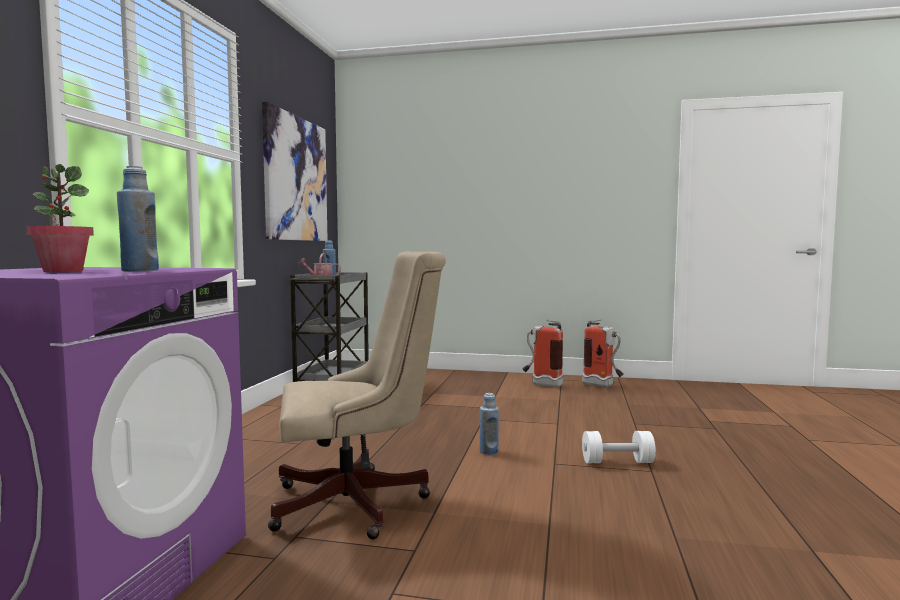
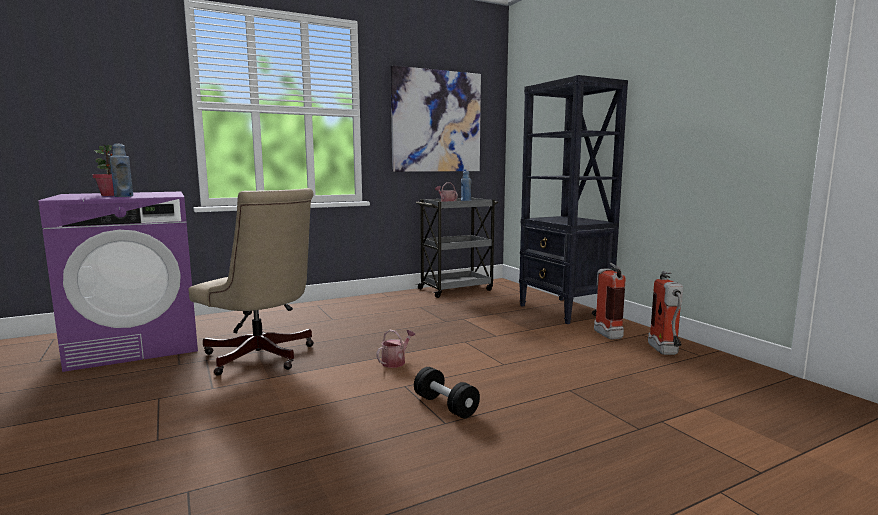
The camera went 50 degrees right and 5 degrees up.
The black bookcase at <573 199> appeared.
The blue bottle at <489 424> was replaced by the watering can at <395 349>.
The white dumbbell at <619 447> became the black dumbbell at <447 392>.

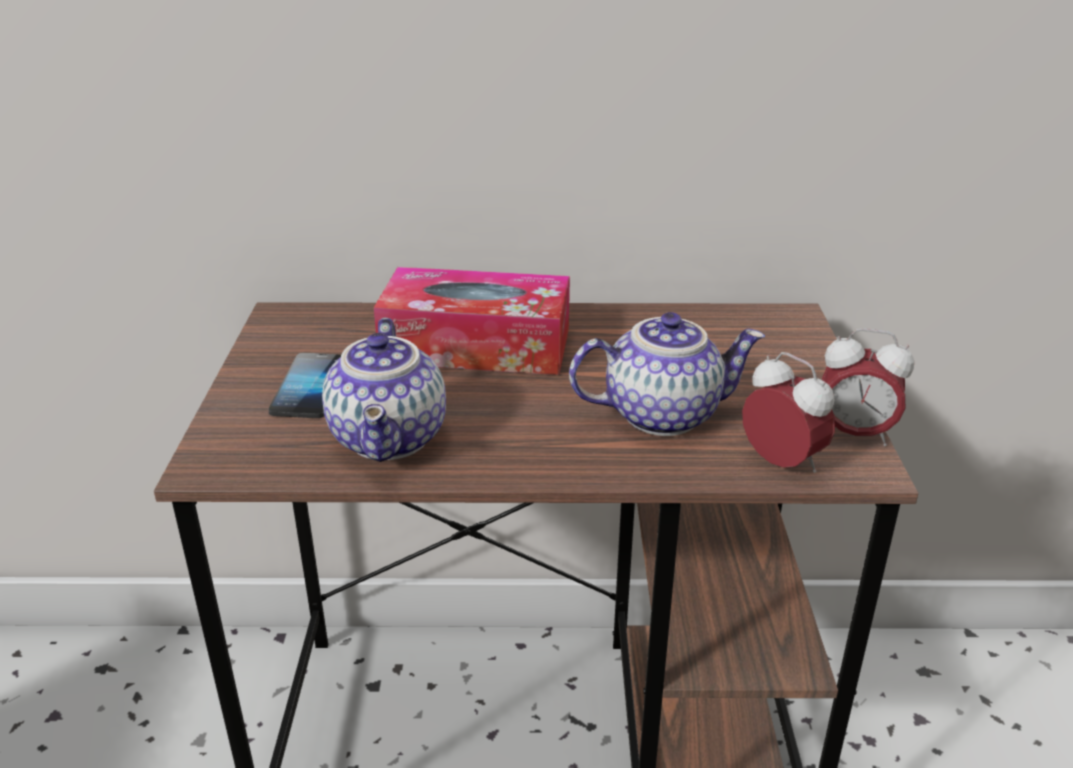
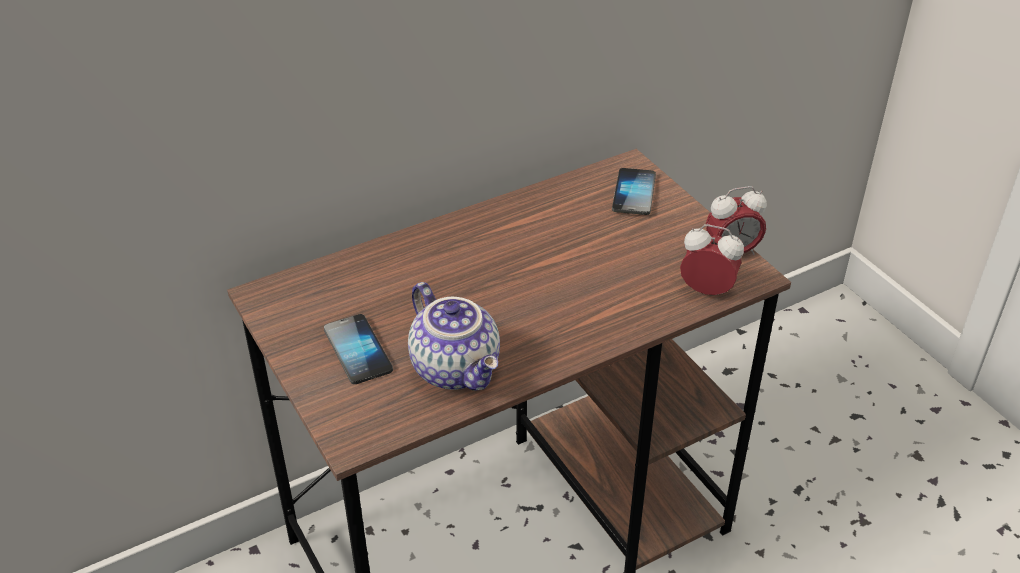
The camera went 30 degrees left and 10 degrees up.
The tissue box at <472 321> disappeared.
The teapot at <667 374> disappeared.
The phone at <634 191> appeared.

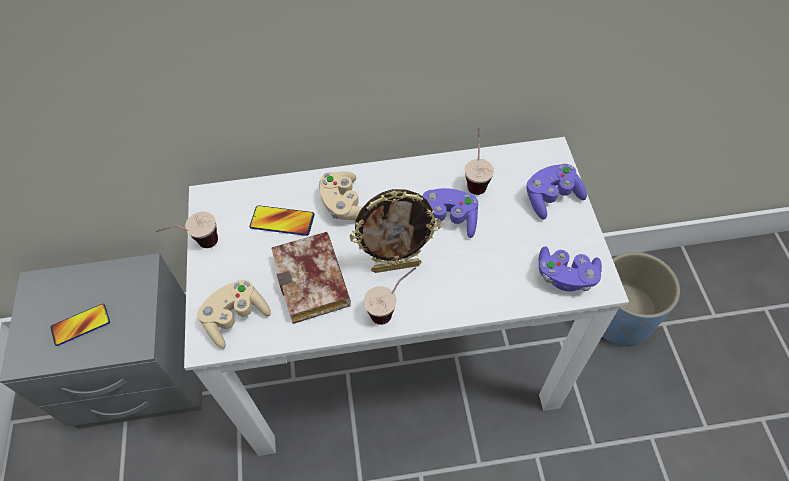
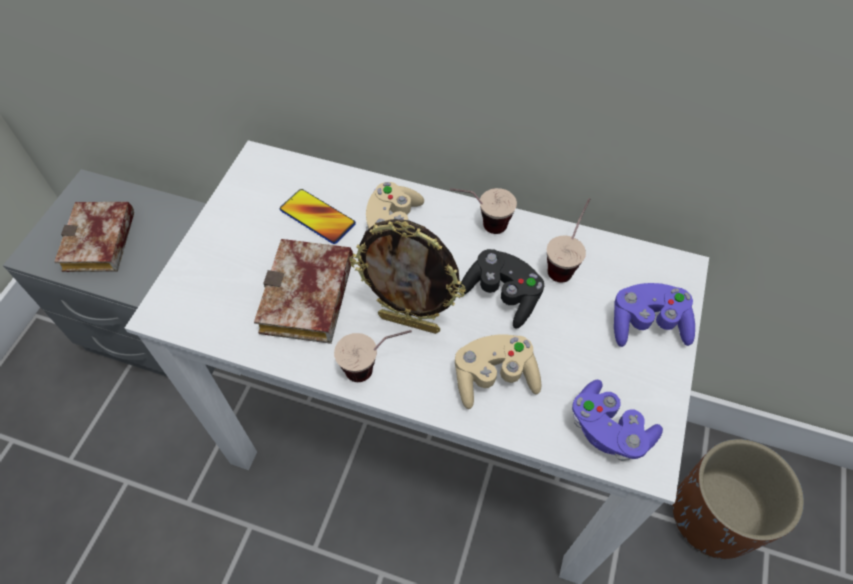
The camera went 25 degrees right and 0 degrees up.
The cup moved from <186 230> to <483 211>.
The beige game controller moved from <234 314> to <498 371>.
The phone at <80 325> was replaced by the book at <94 237>.
The purple game controller at <450 213> became the black game controller at <501 289>.
The blue planter at <641 299> became the brown planter at <738 499>.

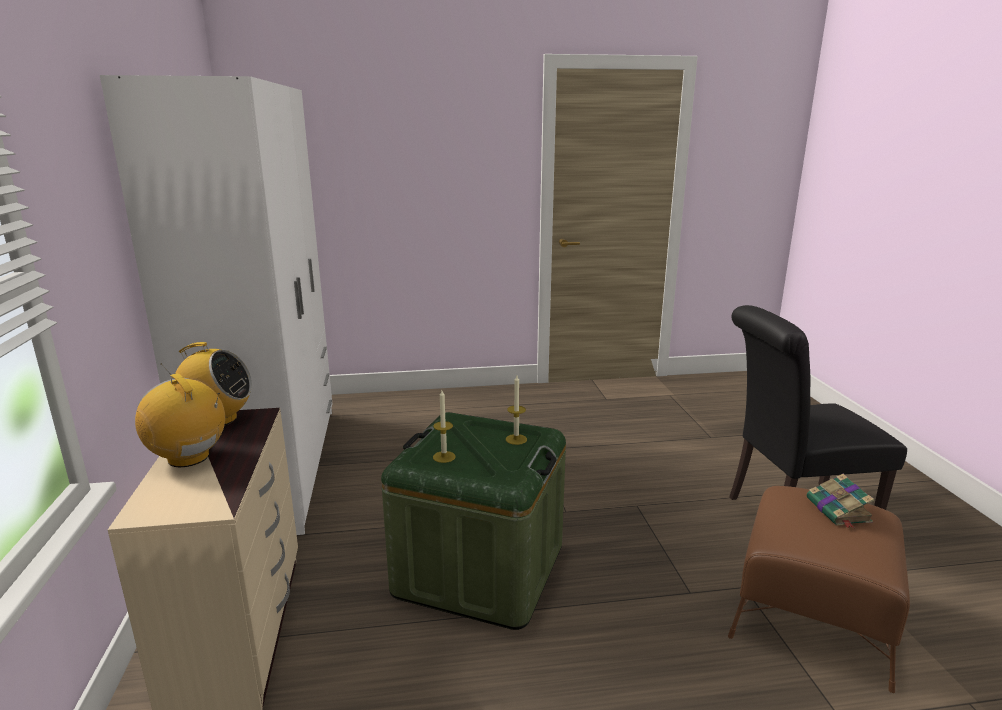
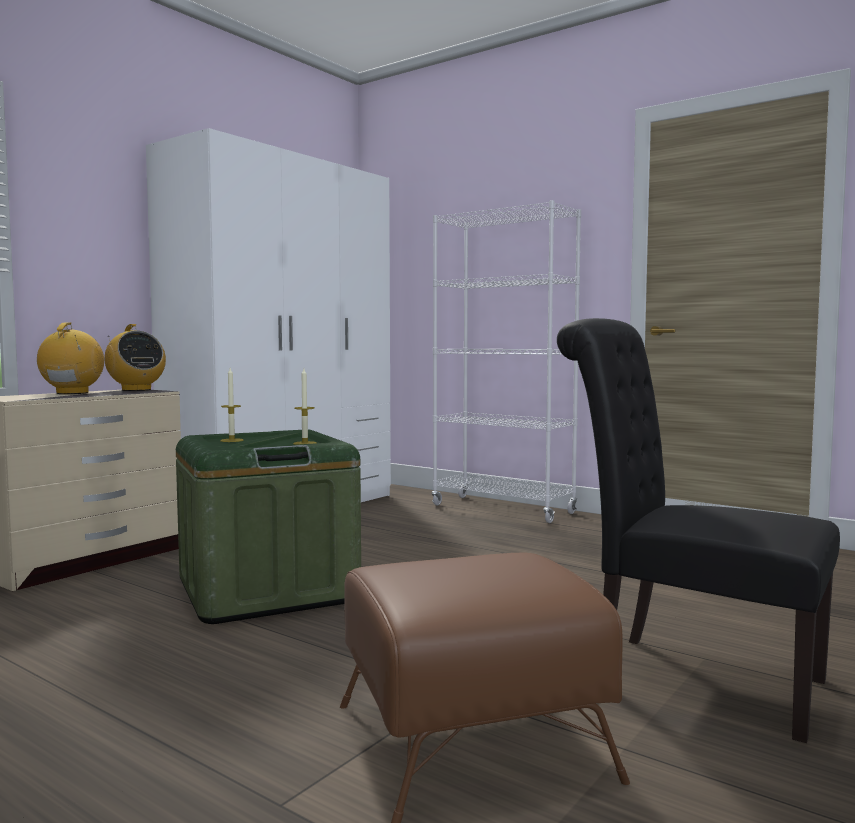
The camera went 45 degrees right and 15 degrees down.
The book at <840 501> disappeared.
The white bookcase at <506 361> appeared.

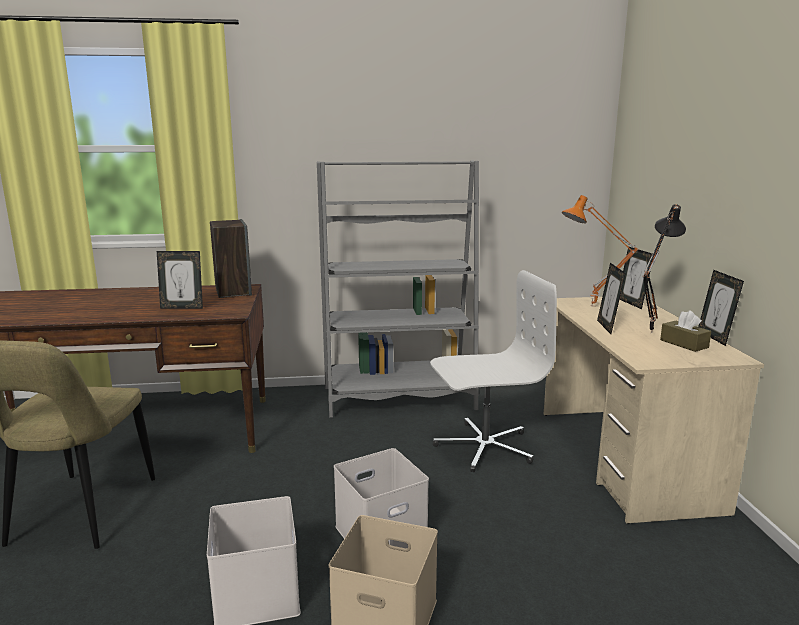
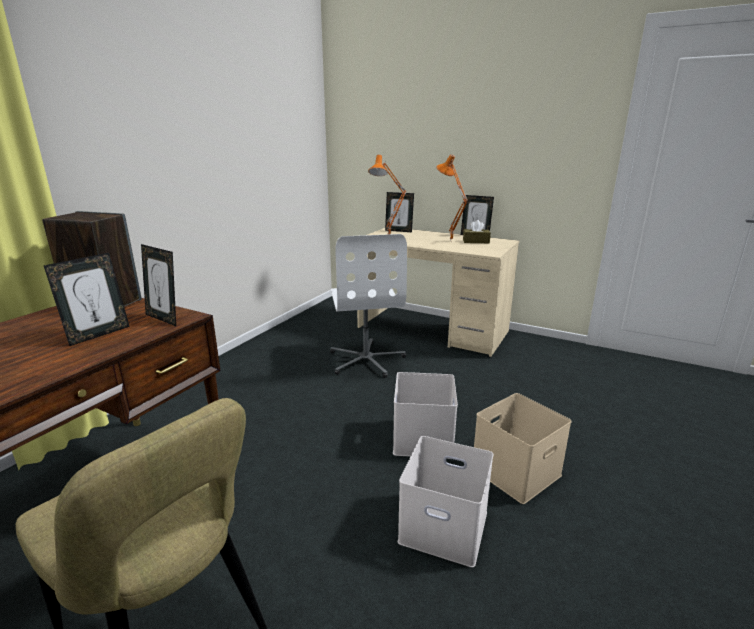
The camera went 55 degrees left and 5 degrees up.
The grey bookcase at <398 289> disappeared.
The picture frame moved from <611 298> to <158 285>.
The black table lamp at <664 268> became the orange table lamp at <452 197>.
The white office chair at <493 371> turned 150 degrees clockwise.

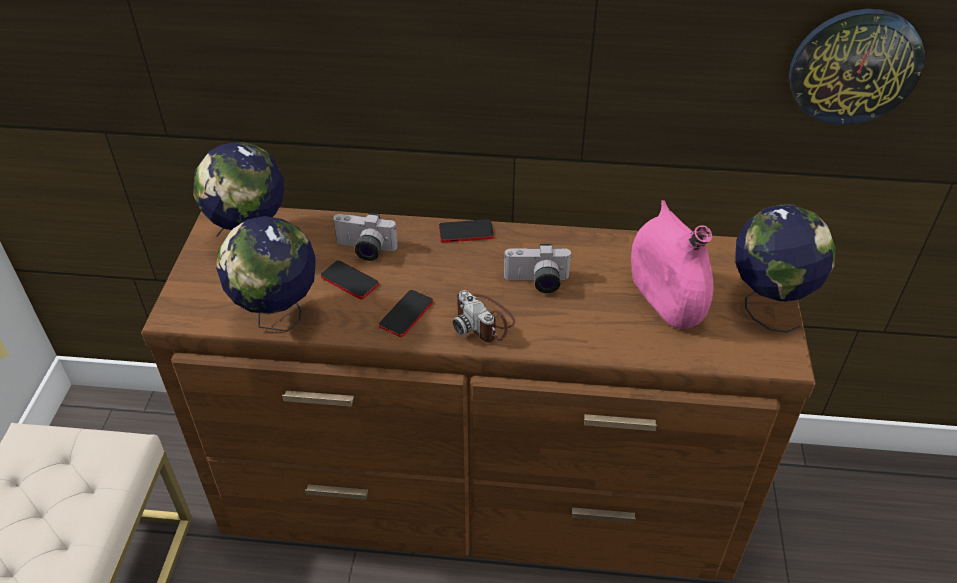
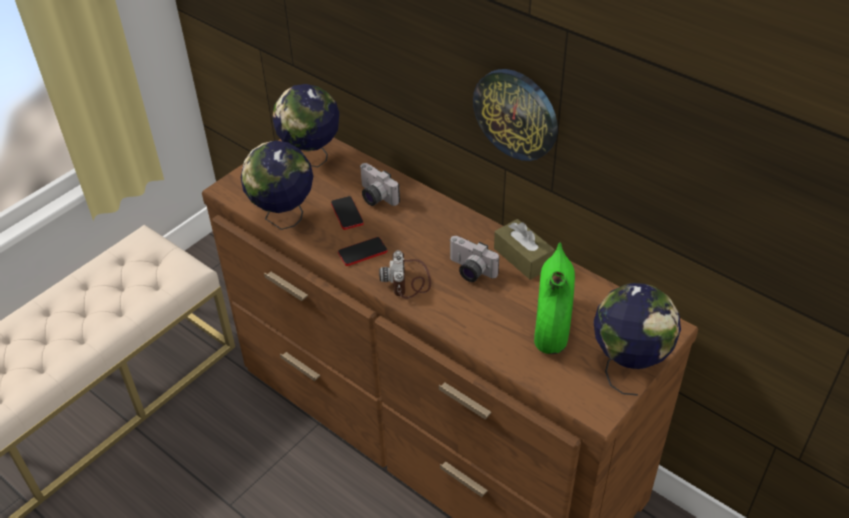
The camera went 35 degrees right and 0 degrees up.
The phone at <466 231> disappeared.
The brown tissue box at <524 249> appeared.
The wall clock moved from <857 67> to <515 115>.
The pink vase at <672 264> became the green vase at <554 298>.

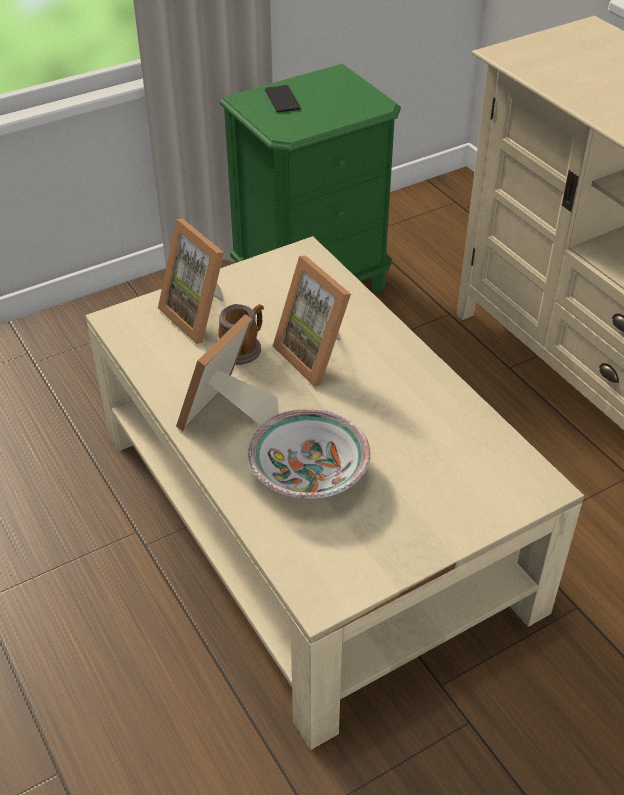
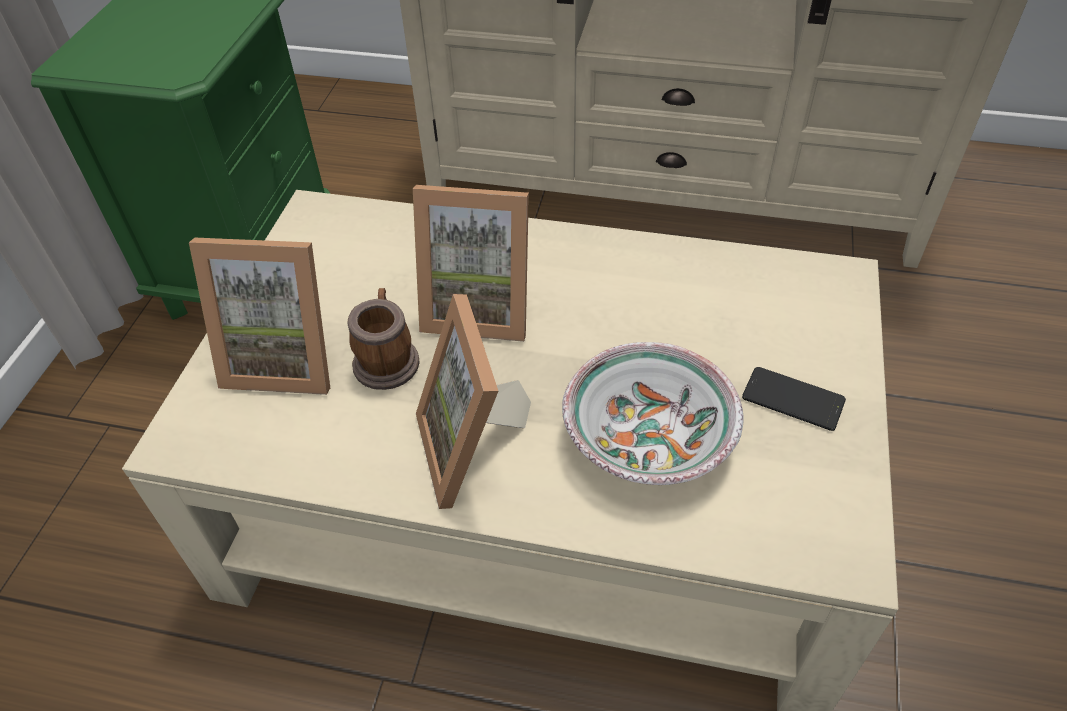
The camera went 45 degrees left and 5 degrees up.
The phone moved from <283 99> to <794 399>.

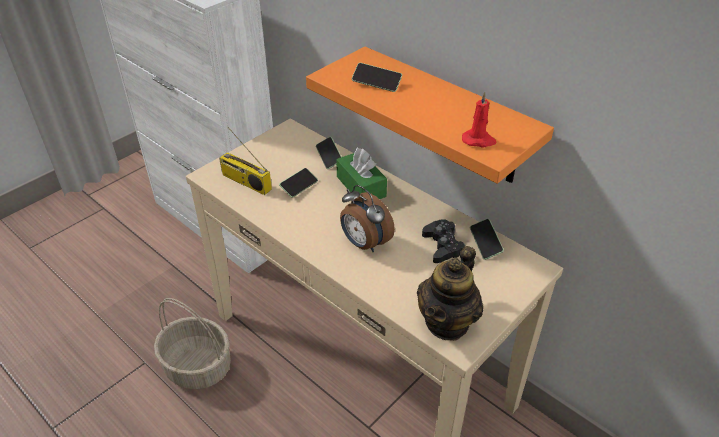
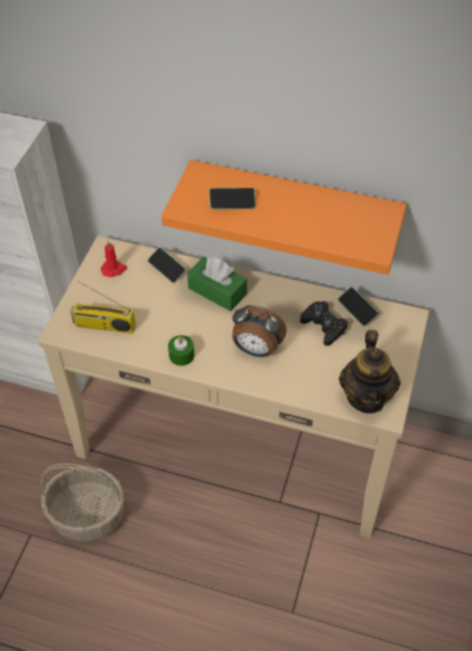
The camera went 25 degrees left and 10 degrees up.
The phone at <298 183> disappeared.
The green candle at <181 350> appeared.
The red candle moved from <479 119> to <114 259>.

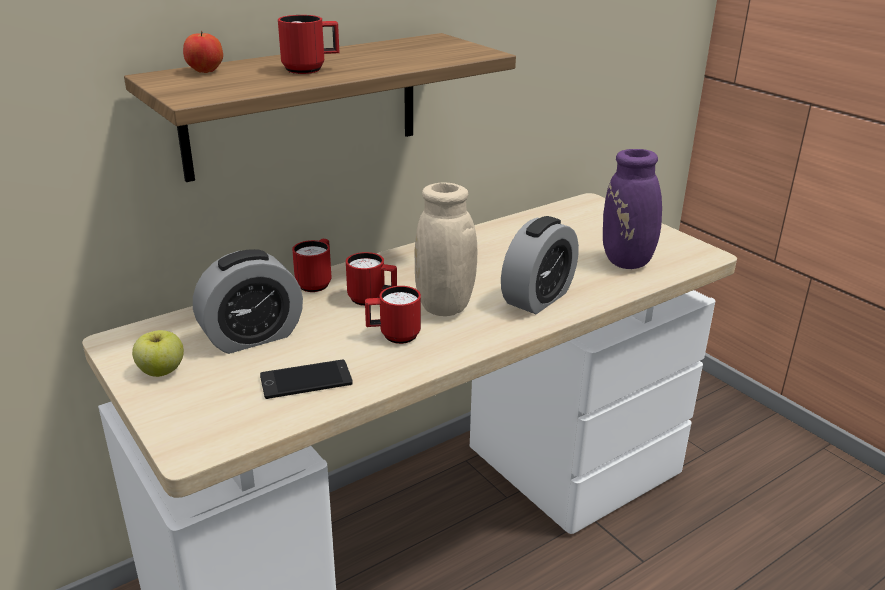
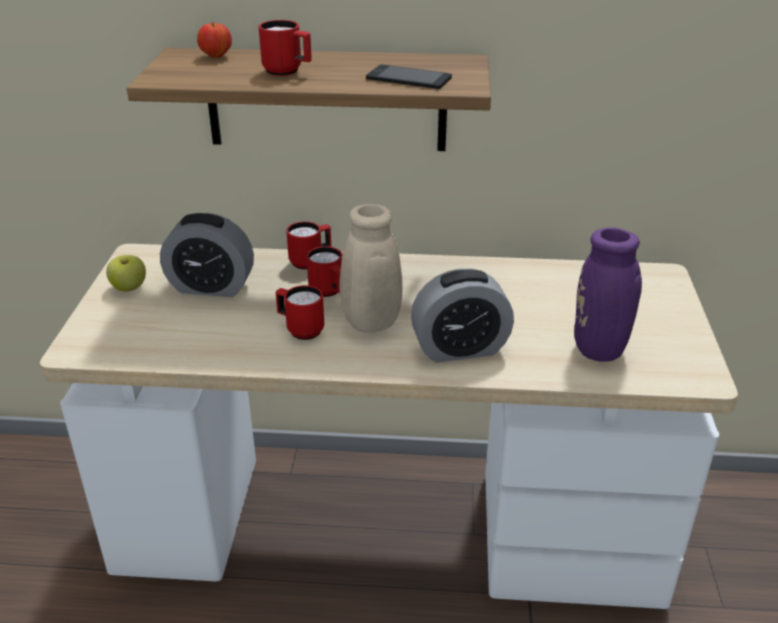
The camera went 40 degrees right and 5 degrees up.
The phone moved from <306 379> to <409 77>.

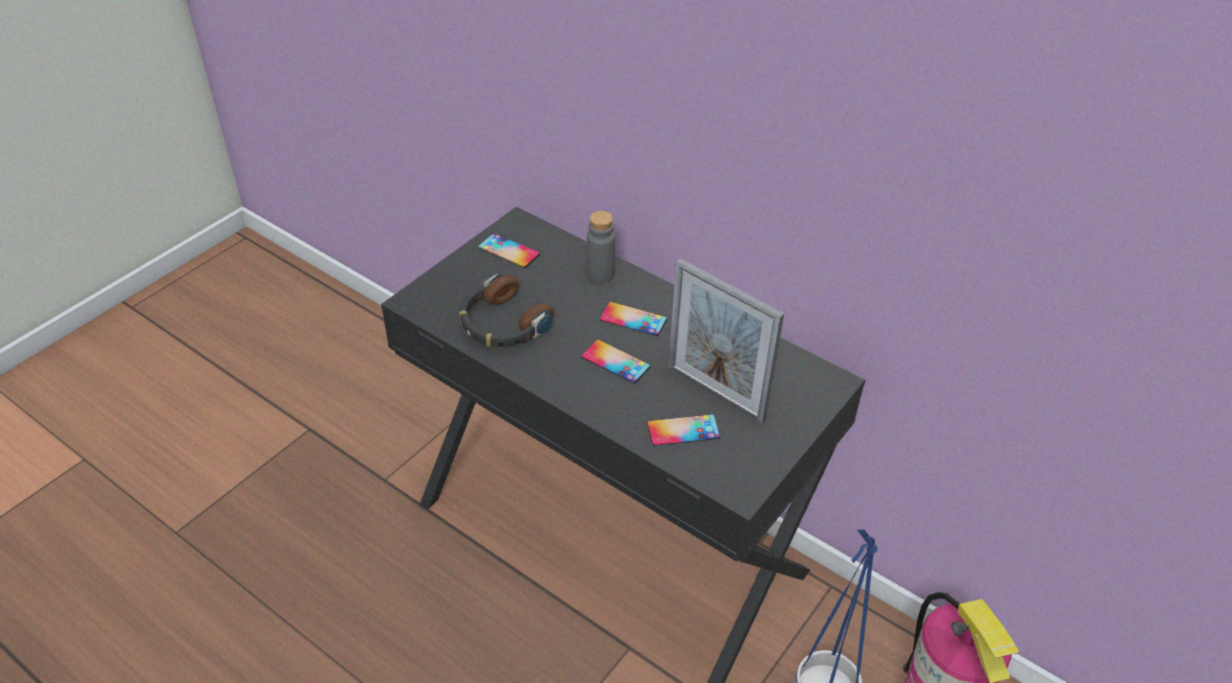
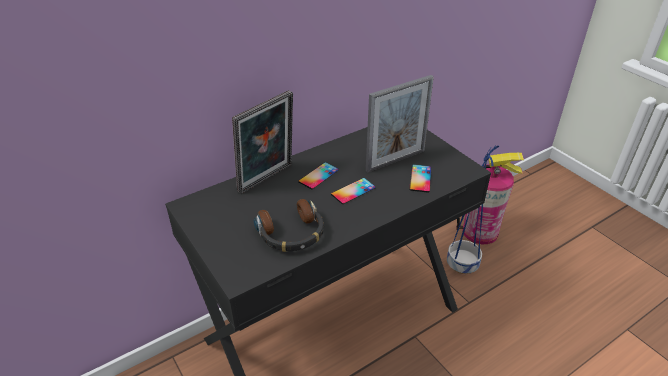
The camera went 70 degrees left and 5 degrees down.
The phone at <509 250> disappeared.
The grey bottle at <601 247> was replaced by the picture frame at <262 142>.

